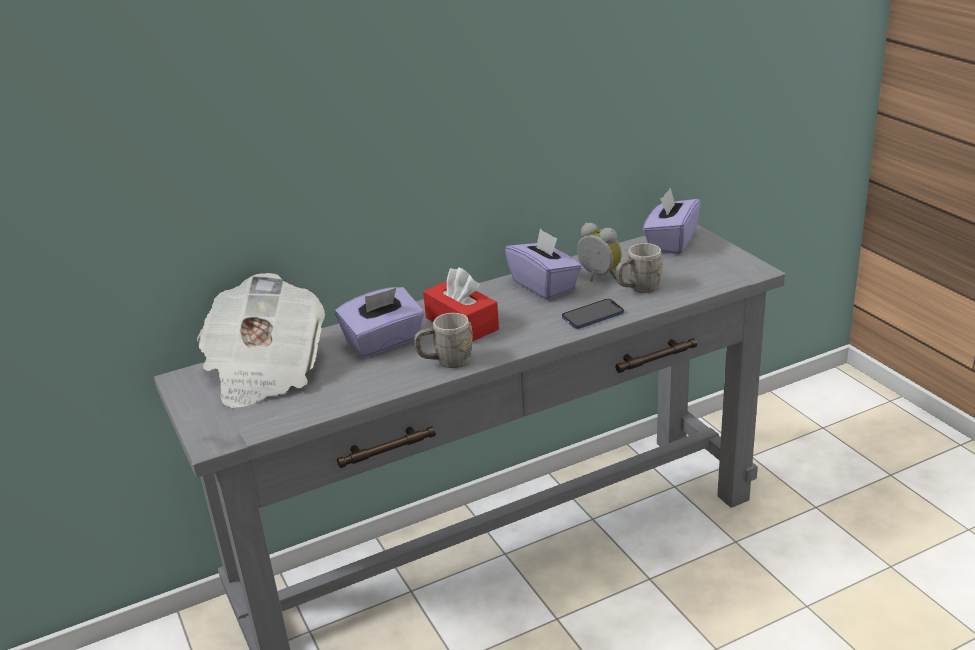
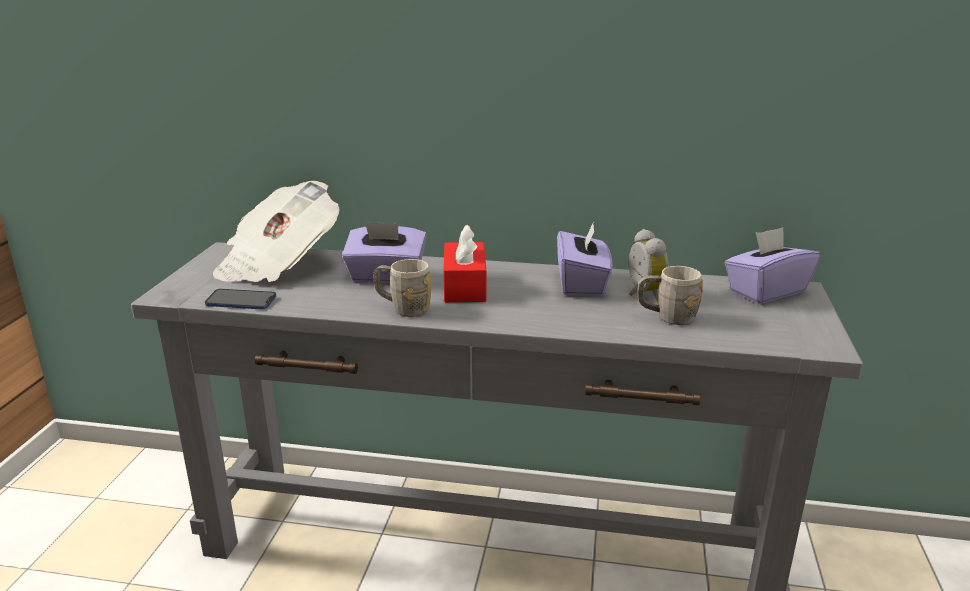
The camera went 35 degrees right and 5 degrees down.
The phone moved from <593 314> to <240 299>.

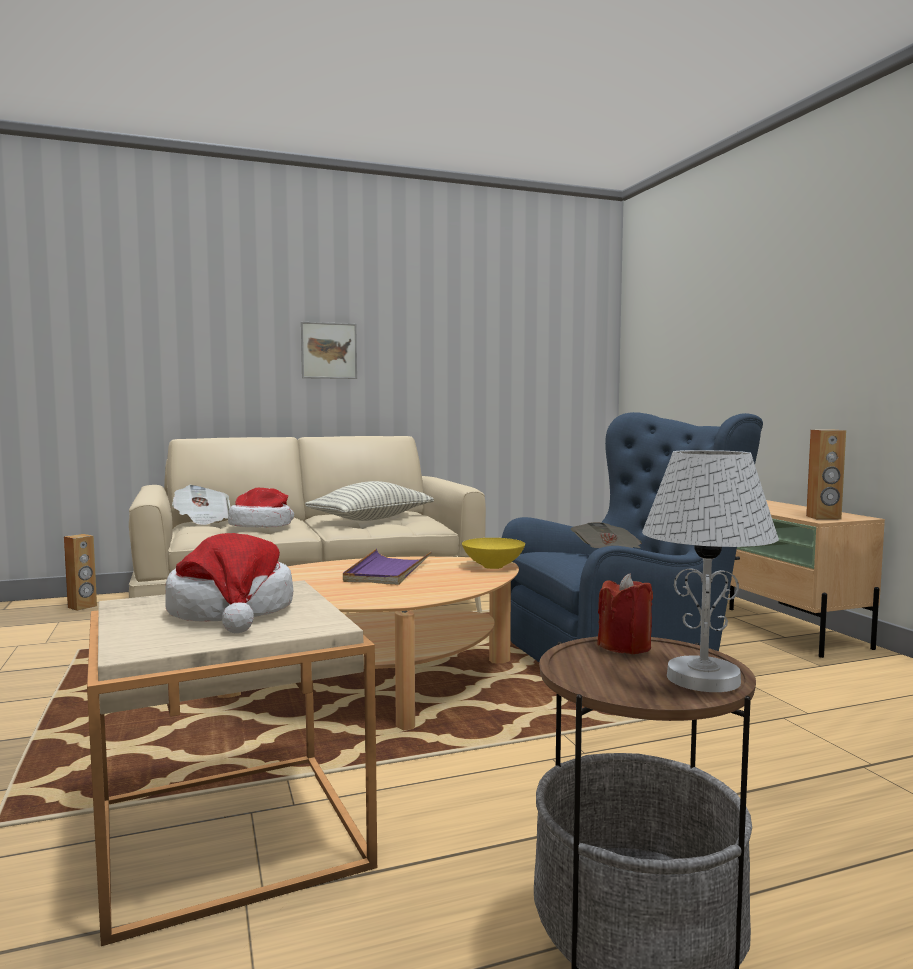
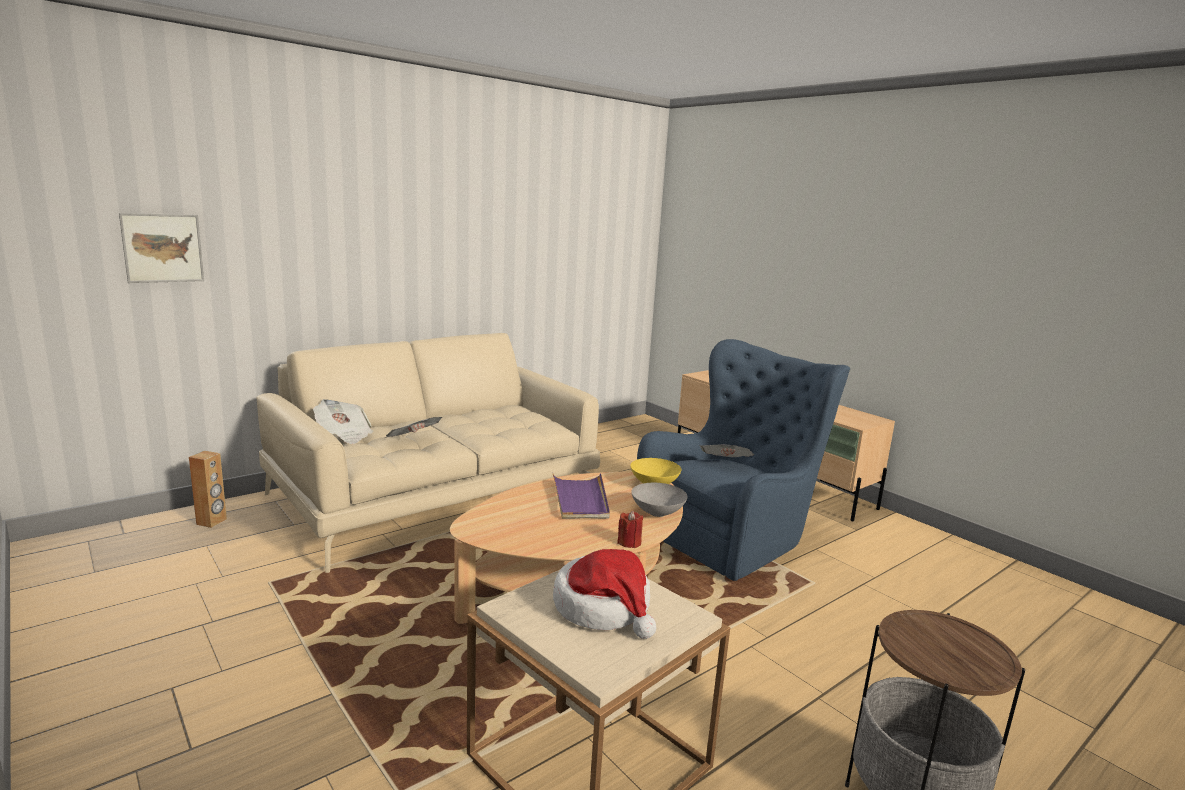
The camera went 20 degrees left and 10 degrees up.
The pillow at <369 501> disappeared.
The white table lamp at <710 571> disappeared.
The brown speaker at <826 475> disappeared.
The grey bowl at <659 500> appeared.
The picture moved from <329 350> to <161 248>.
The red candle moved from <625 614> to <630 529>.
The hat at <261 508> was replaced by the newspaper at <413 427>.

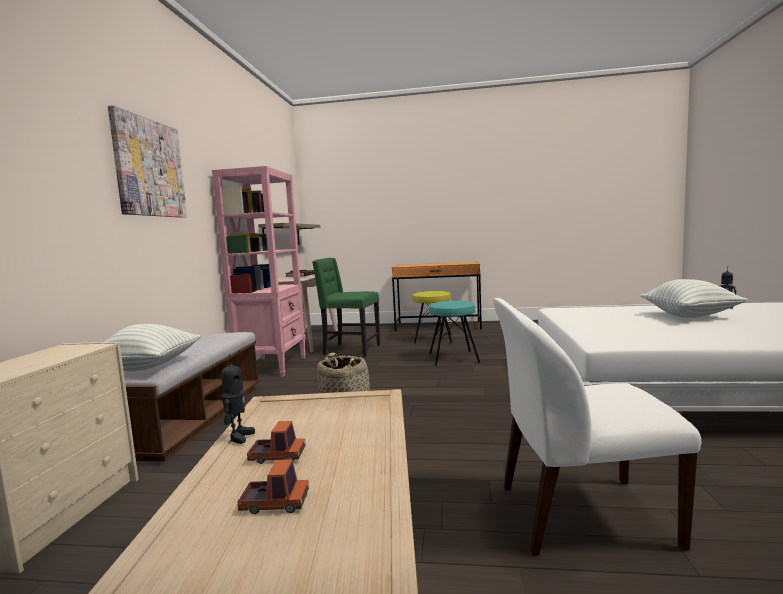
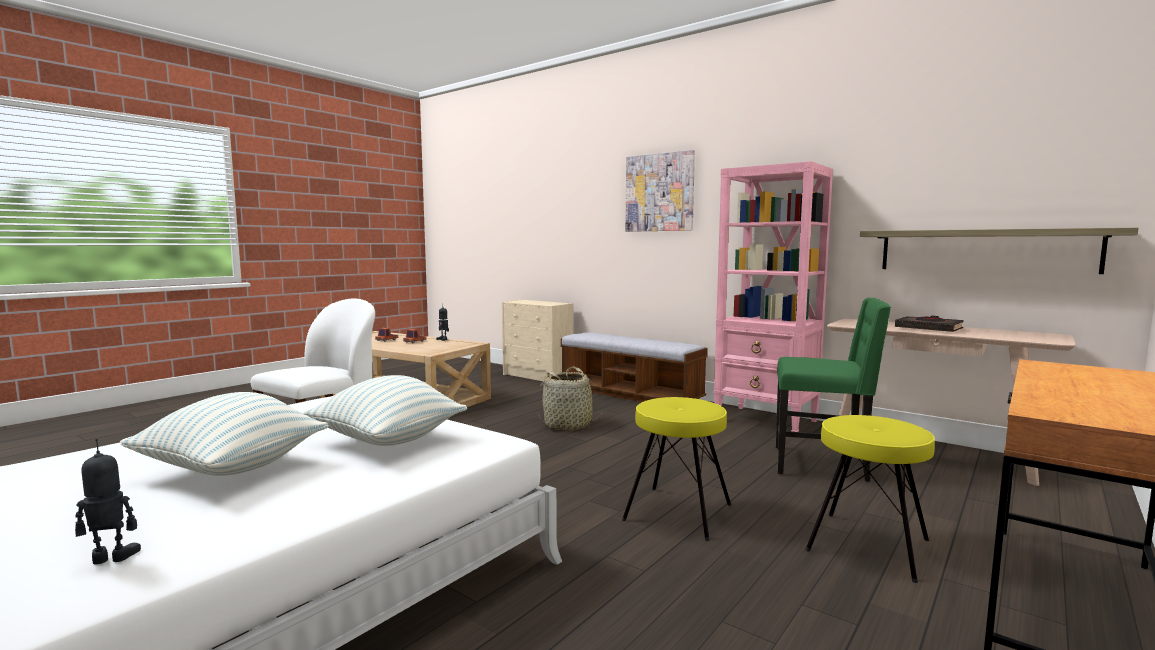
The camera went 120 degrees right and 0 degrees up.
The pillow moved from <152 348> to <385 410>.
The turquoise stool at <454 333> became the yellow stool at <676 469>.
The green chair at <346 307> turned 60 degrees clockwise.

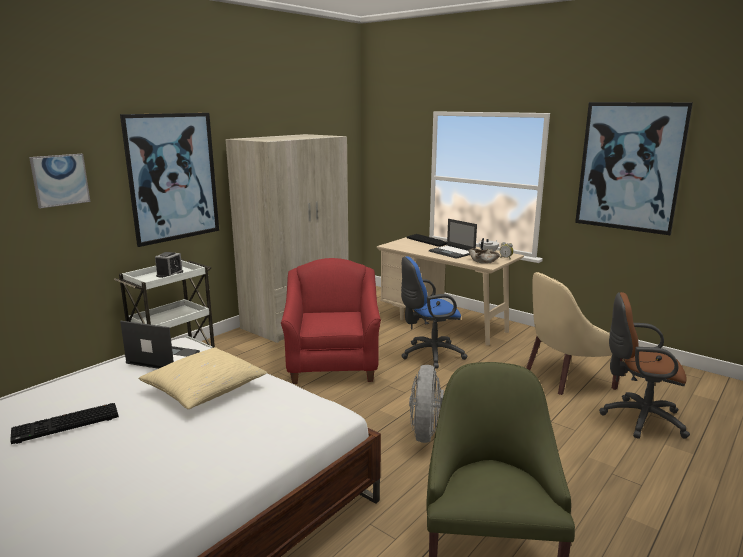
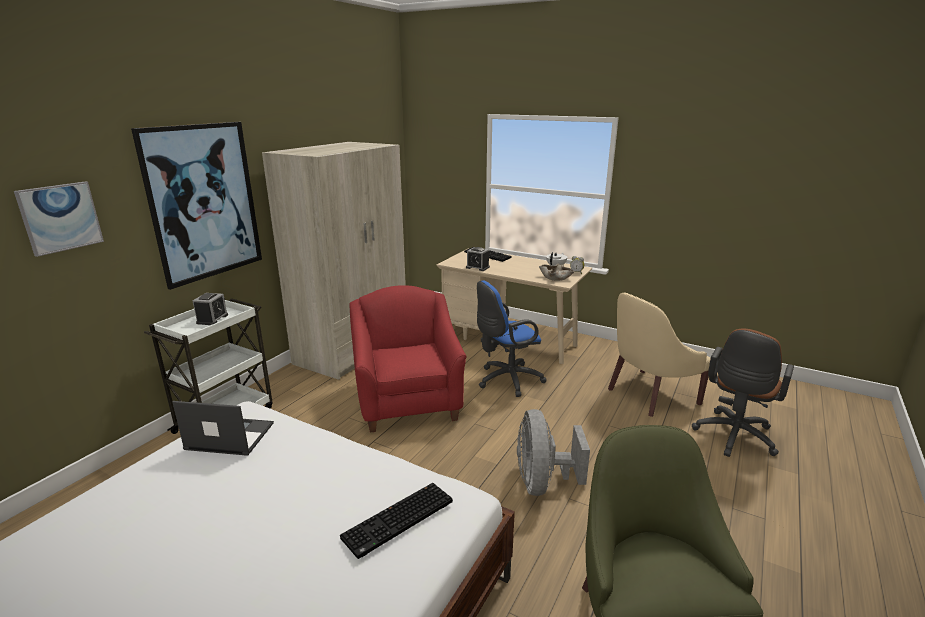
The camera went 10 degrees left and 5 degrees up.
The beige pillow at <202 378> disappeared.
The laptop at <453 239> disappeared.
The picture at <634 168> disappeared.
The alarm clock at <478 259> appeared.
The keyboard moved from <64 423> to <396 521>.
The brown office chair at <644 365> turned 60 degrees counterclockwise.

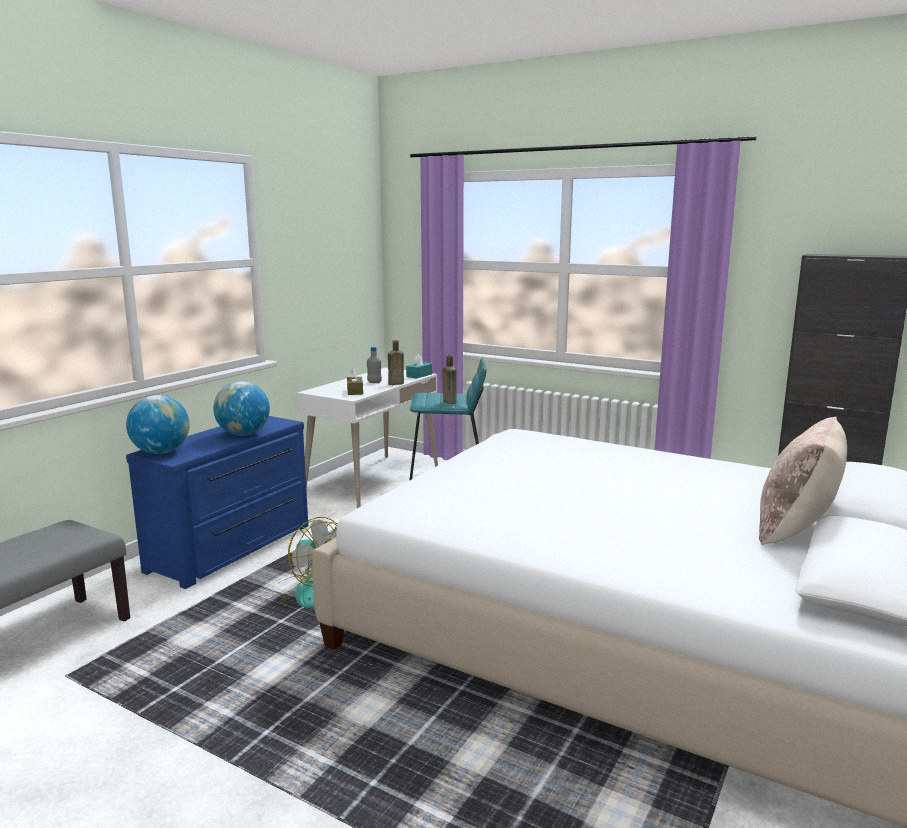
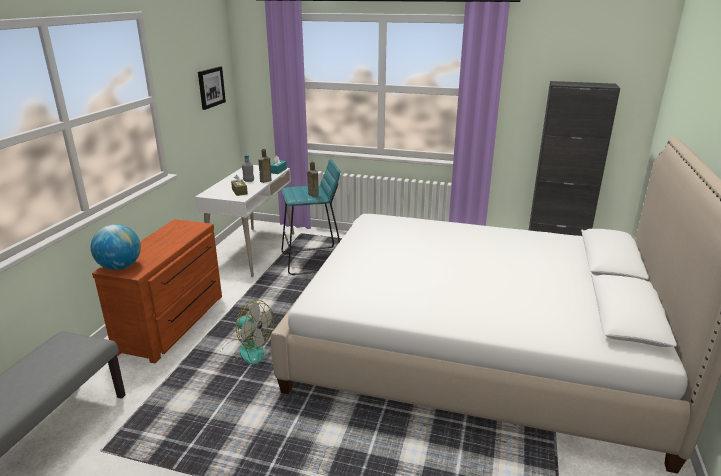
The camera went 15 degrees left and 10 degrees up.
The globe at <241 408> disappeared.
The beige pillow at <803 481> disappeared.
The picture at <212 88> appeared.
The blue dresser at <217 502> became the brown dresser at <157 291>.

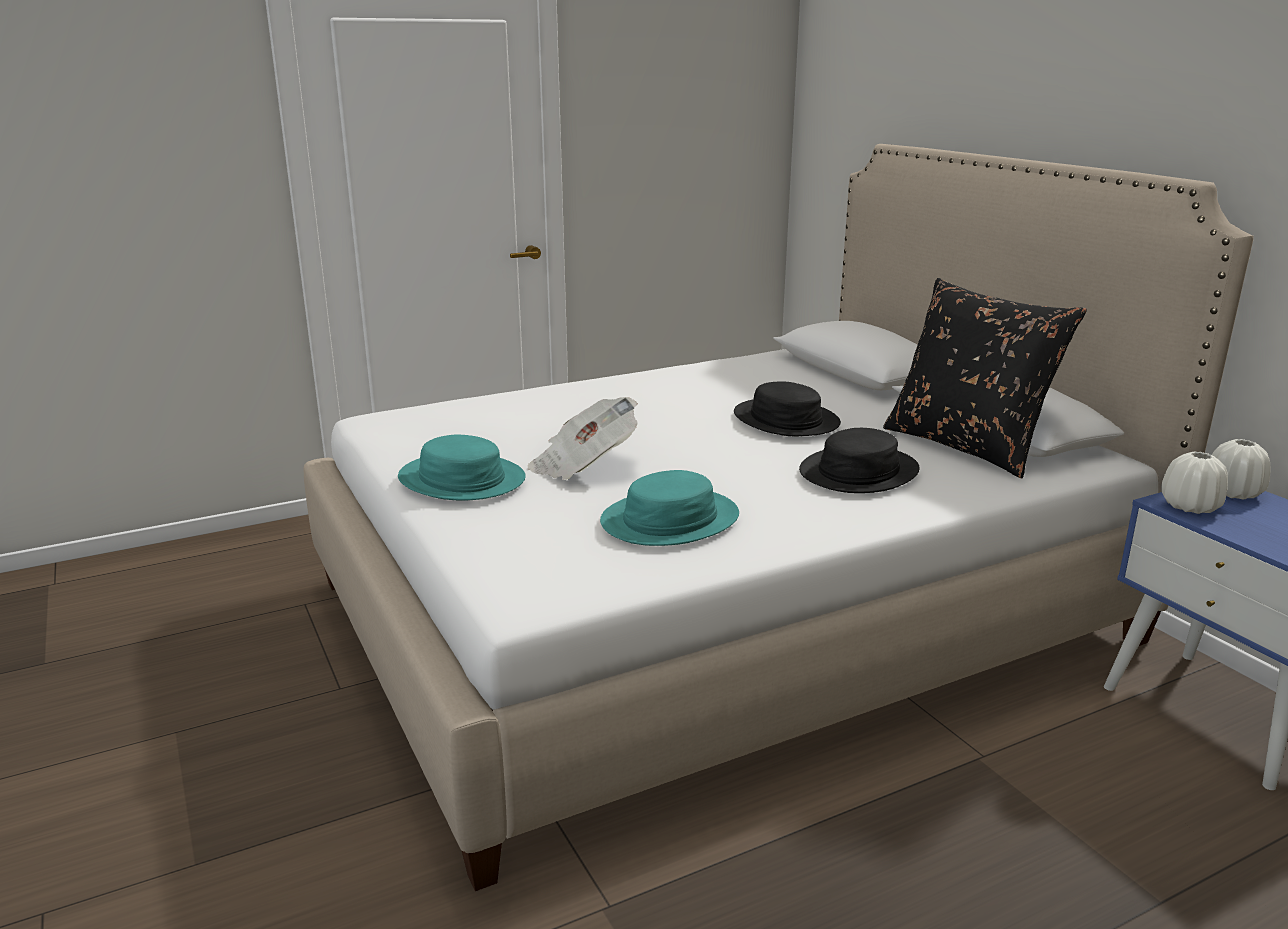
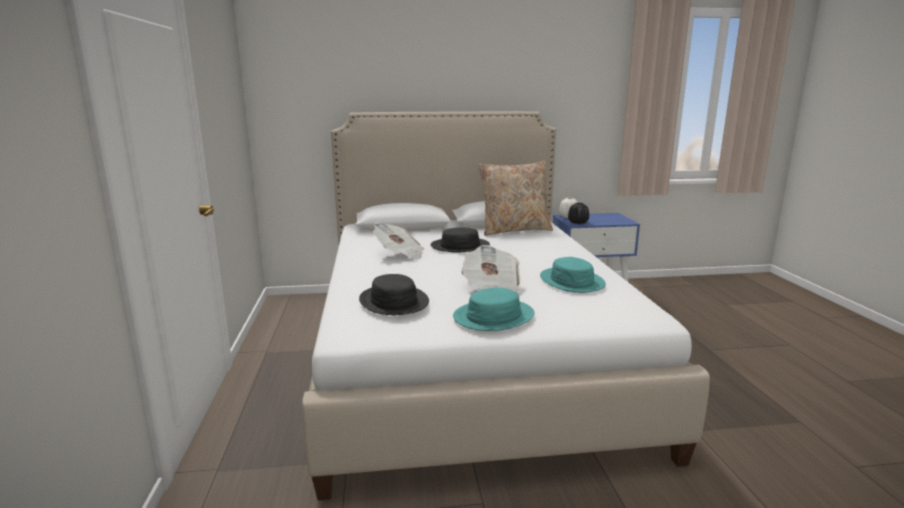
The camera went 70 degrees left and 5 degrees down.
The newspaper at <399 241> appeared.
The black hat moved from <859 460> to <394 294>.
The black pillow at <985 378> became the beige pillow at <515 198>.
The white vase at <1194 483> became the black vase at <578 213>.

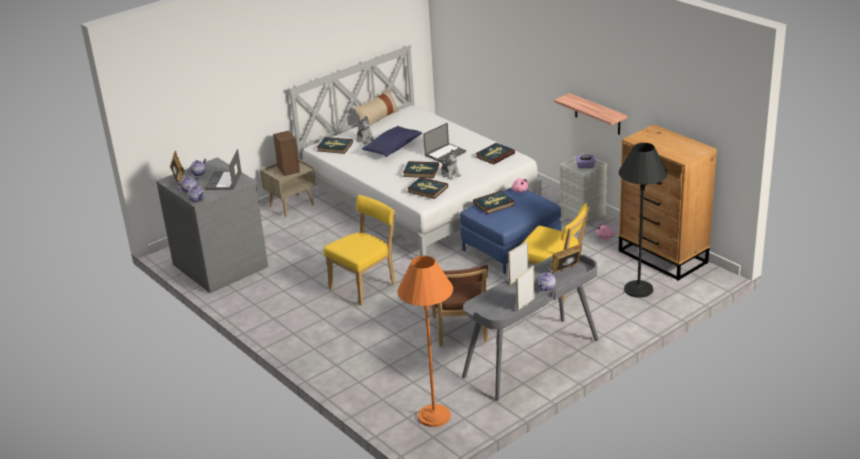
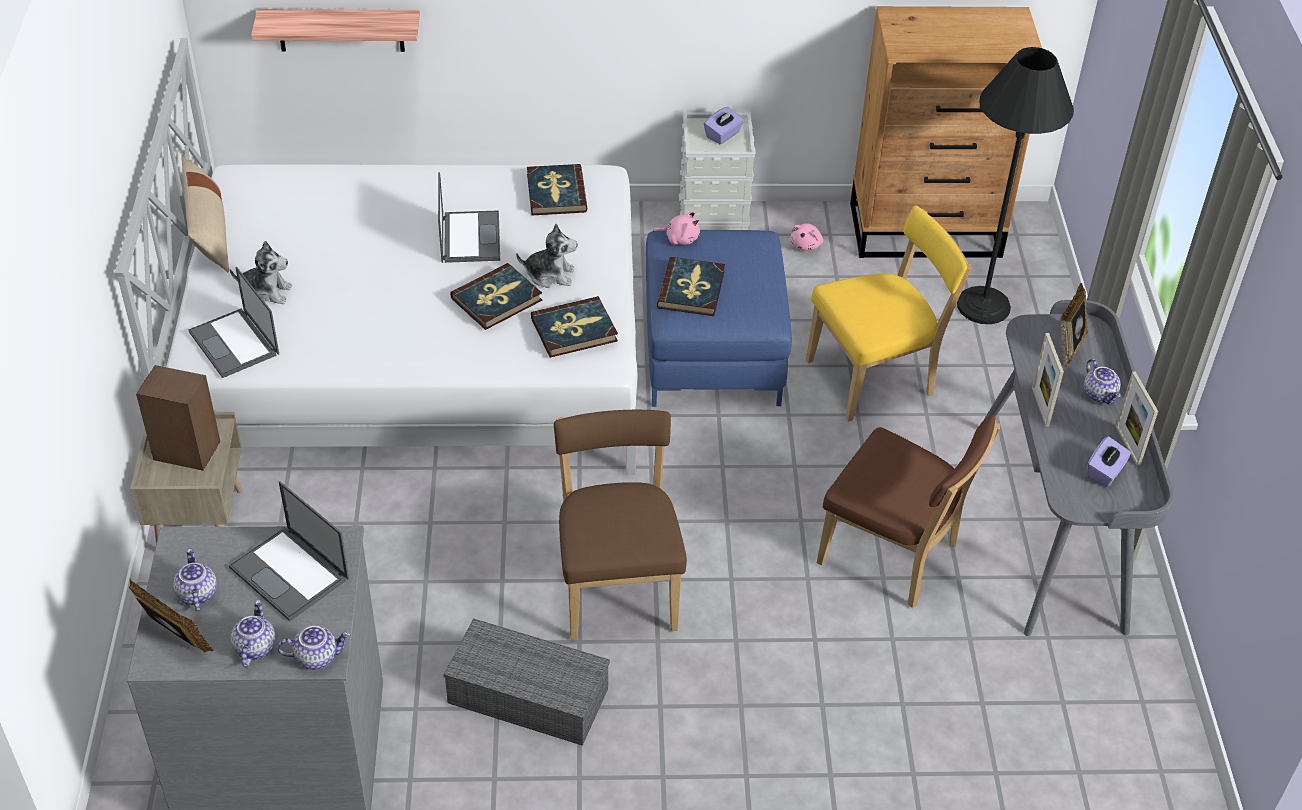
The camera went 55 degrees left and 15 degrees up.
The blue pillow at <392 141> disappeared.
The orange floor lamp at <425 341> disappeared.
The grey storage box at <526 682> appeared.
The purple tissue box at <1108 461> appeared.
The shelf moved from <590 114> to <335 30>.
The book at <334 145> was replaced by the laptop at <233 322>.
The yellow chair at <360 250> became the brown chair at <620 525>.

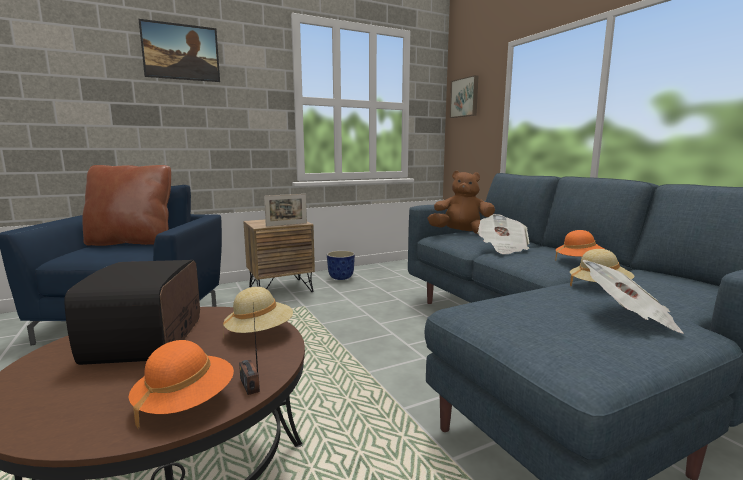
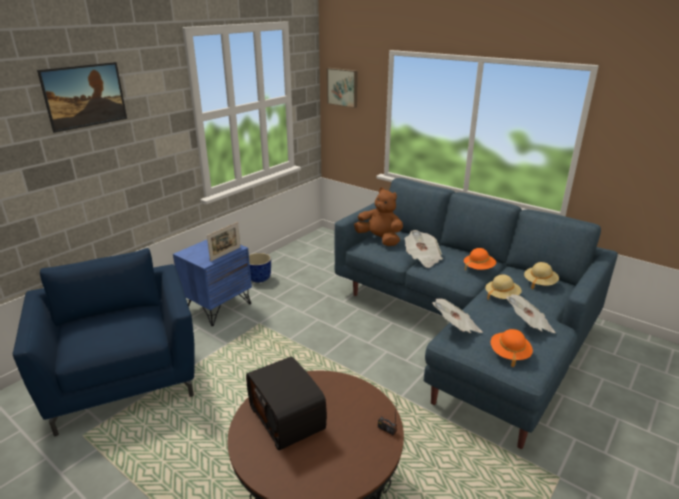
The camera went 25 degrees left and 15 degrees up.
The brown pillow at <126 205> disappeared.
The newspaper at <457 316> appeared.
The orange hat moved from <181 385> to <512 348>.
The beige hat moved from <258 310> to <541 275>.
The brown nightstand at <279 255> became the blue nightstand at <212 283>.
The brown plush toy at <461 202> turned 45 degrees clockwise.

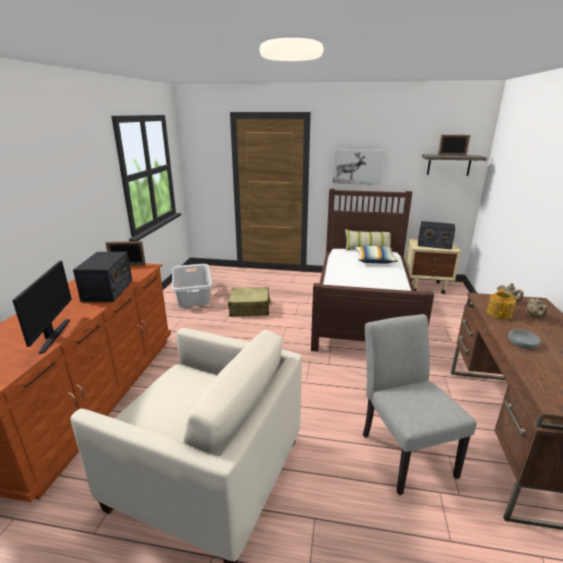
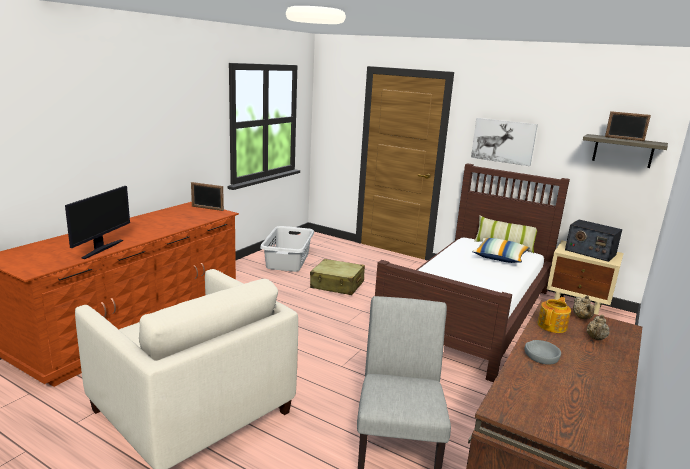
The camera went 20 degrees right and 5 degrees down.
The radio at <102 277> disappeared.

